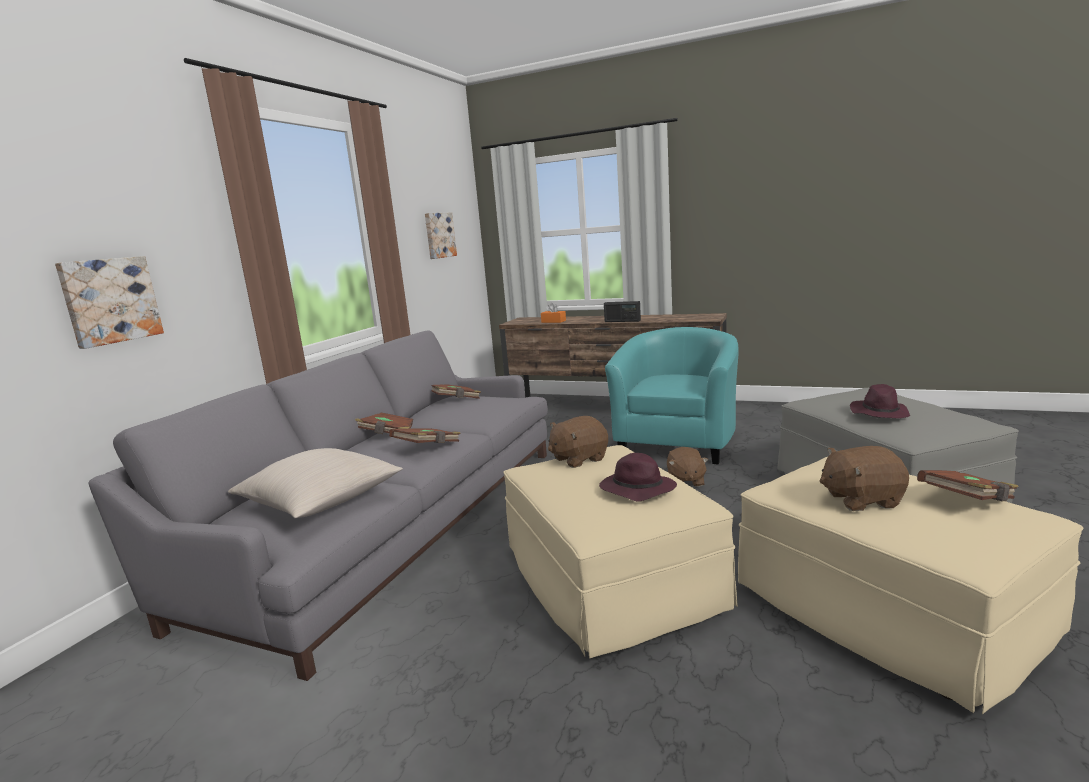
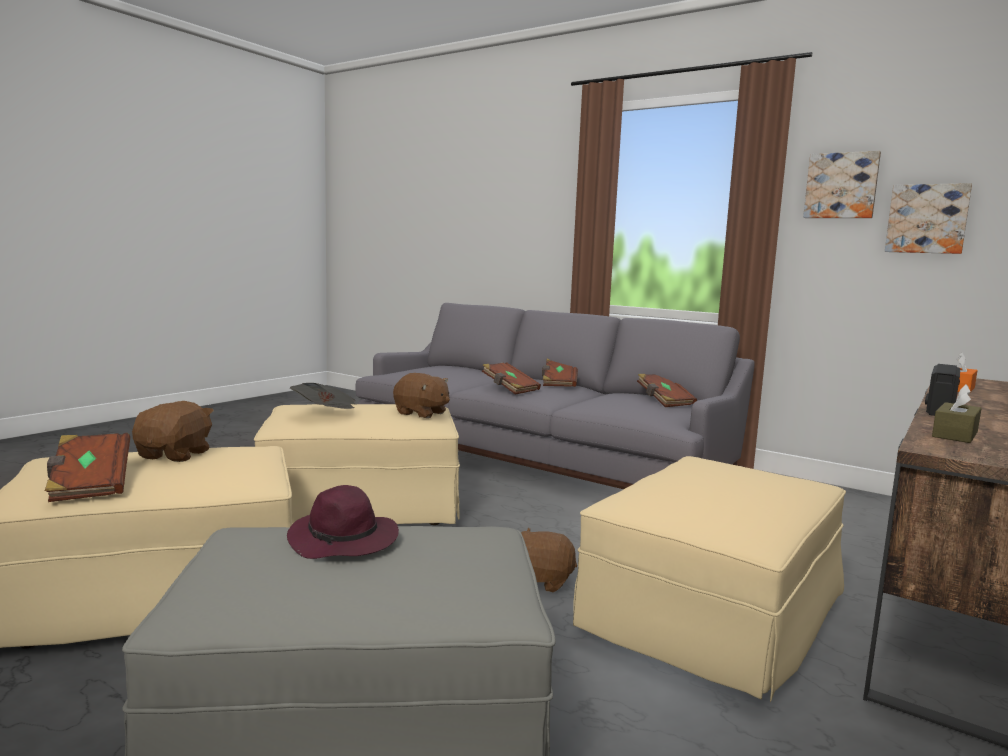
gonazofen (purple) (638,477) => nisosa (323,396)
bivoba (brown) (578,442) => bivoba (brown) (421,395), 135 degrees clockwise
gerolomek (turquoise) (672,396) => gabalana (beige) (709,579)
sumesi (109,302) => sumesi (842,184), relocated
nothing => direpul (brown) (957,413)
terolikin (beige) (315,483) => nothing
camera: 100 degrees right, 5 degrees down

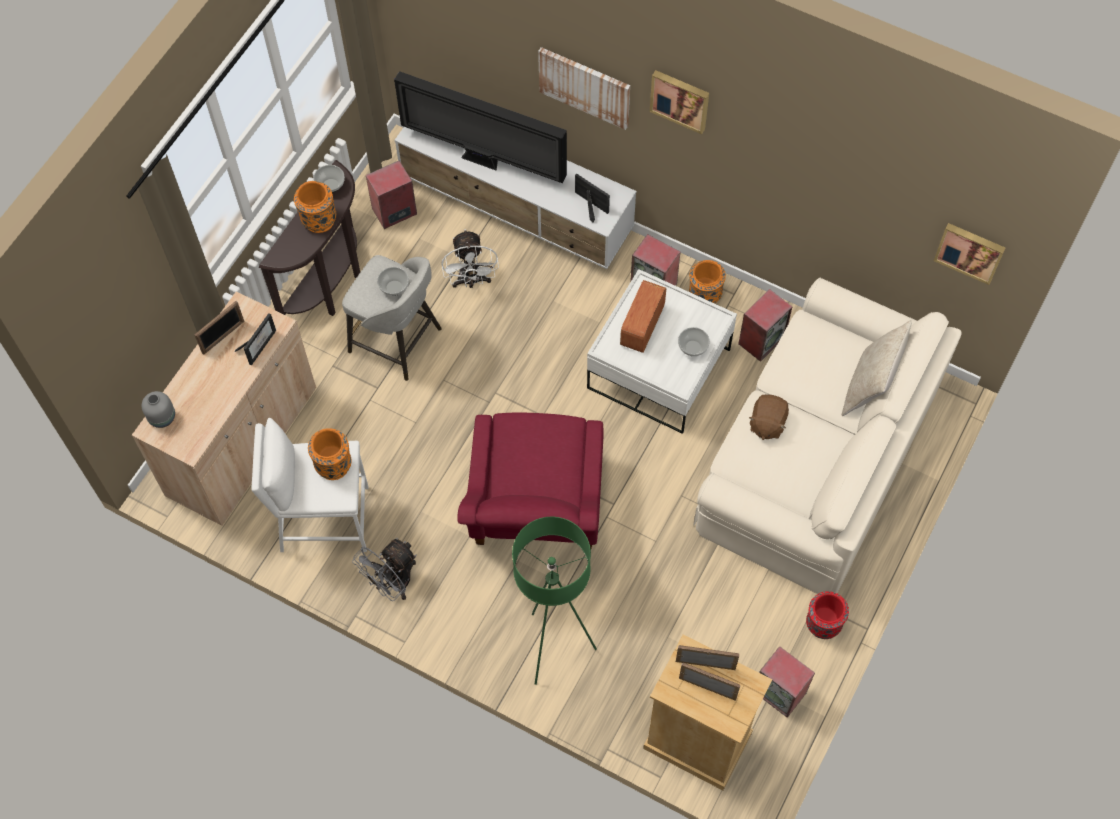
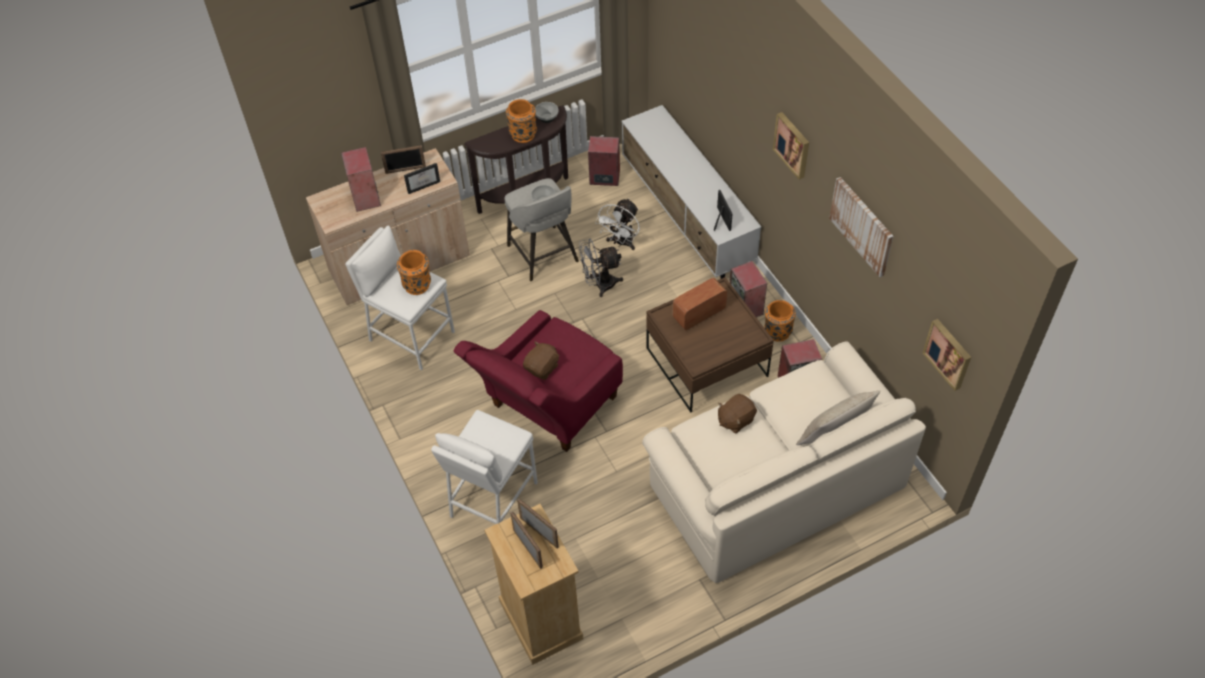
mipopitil (787,682) => mipopitil (361,179), relocated
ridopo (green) (554,601) => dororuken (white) (484,467)
nothing => bivoba (brown) (541,360)
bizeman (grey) (384,569) => bizeman (grey) (601,268), relocated
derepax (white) (662,351) => derepax (brown) (710,344)
sumesi (584,88) => sumesi (861,227), relocated
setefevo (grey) (158,409) => nothing
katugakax (480,127) => nothing
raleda (694,341) => nothing
setefevo (red) (827,615) => nothing
camera: 35 degrees right, 10 degrees down

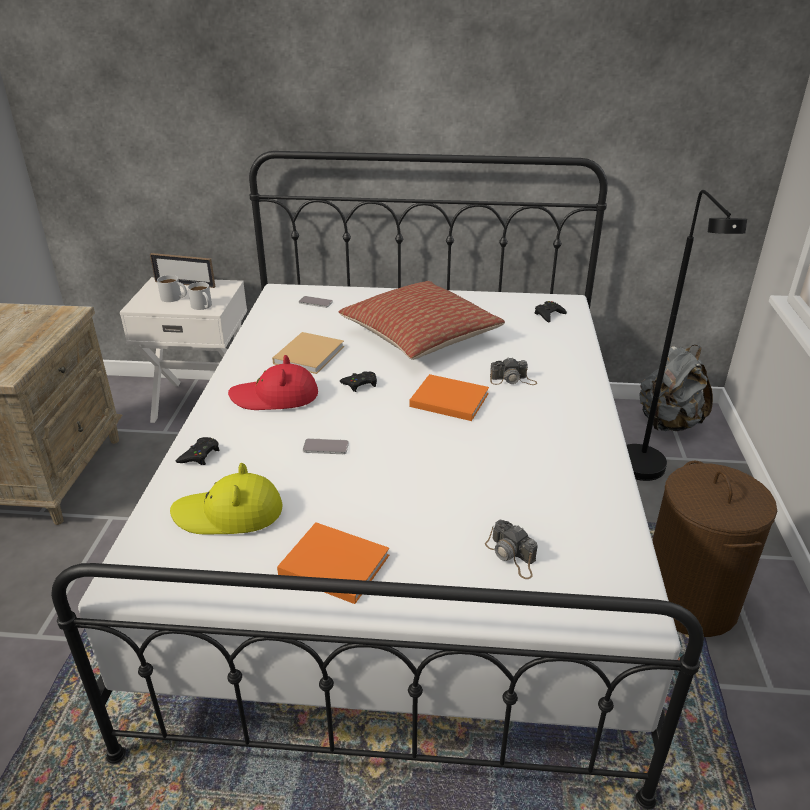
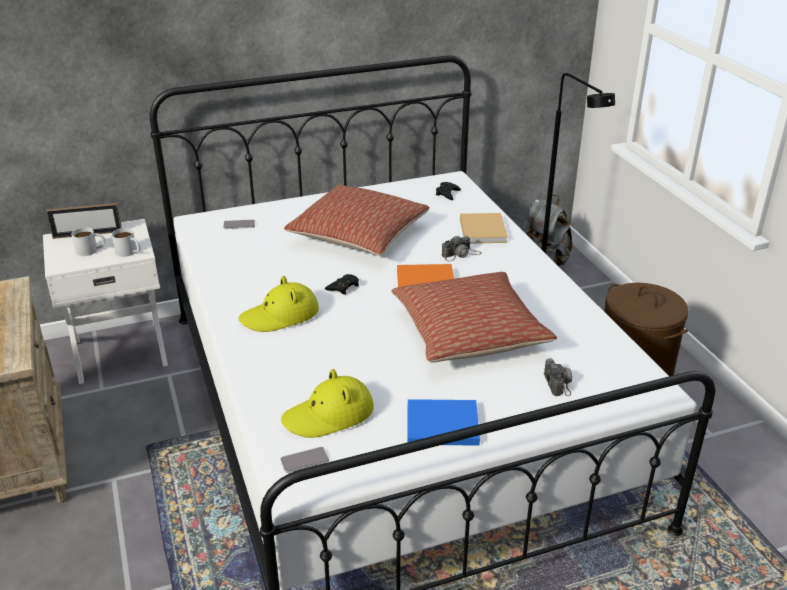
gonazofen (red) (273,382) => gonazofen (yellow) (278,304)
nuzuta (326,446) => nuzuta (304,460), relocated
nothing => terolikin (474,317)
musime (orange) (333,563) => musime (blue) (443,422)
musime (beige) (308,353) => musime (beige) (484,228), relocated
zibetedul (511,549) => zibetedul (558,377), 120 degrees counterclockwise
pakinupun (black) (198,451) => nothing
camera: 25 degrees left, 0 degrees up

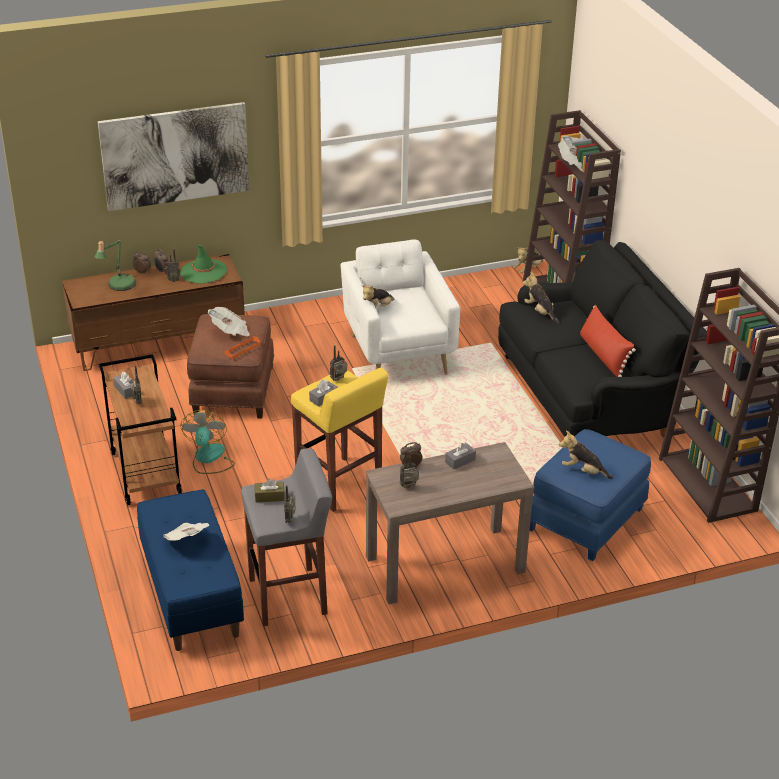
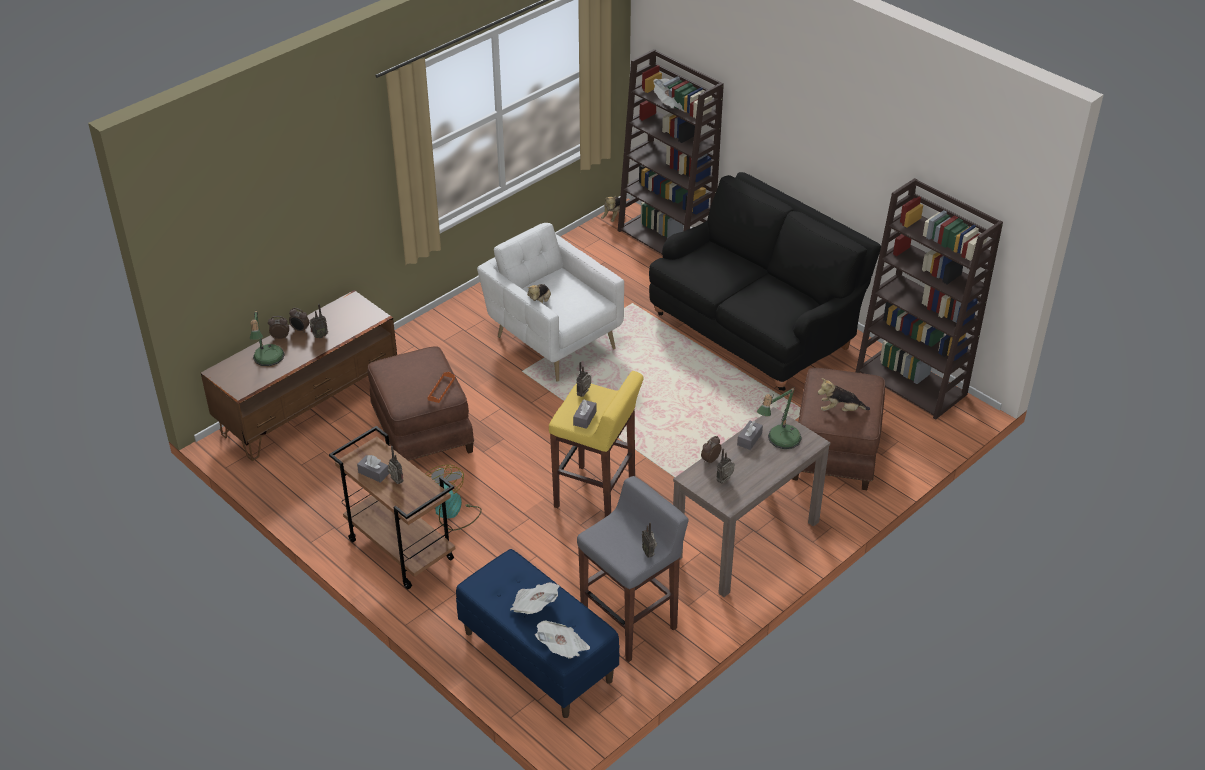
nisosa (229,321) => nisosa (562,639), relocated
nothing => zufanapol (779,418)
gabalana (blue) (590,495) => gabalana (brown) (838,429)
sumesi (173,156) => nothing
gonazofen (green) (204,264) => nothing
direpul (brown) (269,490) => nothing
bivoba (541,298) => nothing
terolikin (red) (608,341) => nothing
camera: 25 degrees left, 5 degrees up

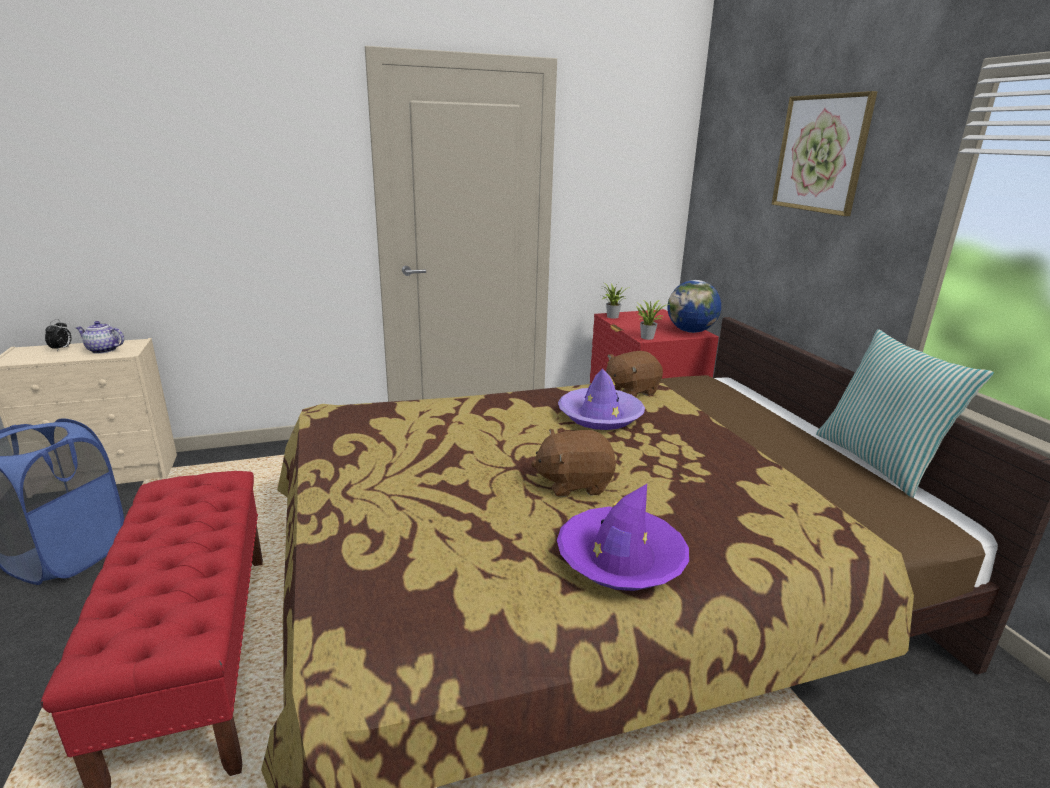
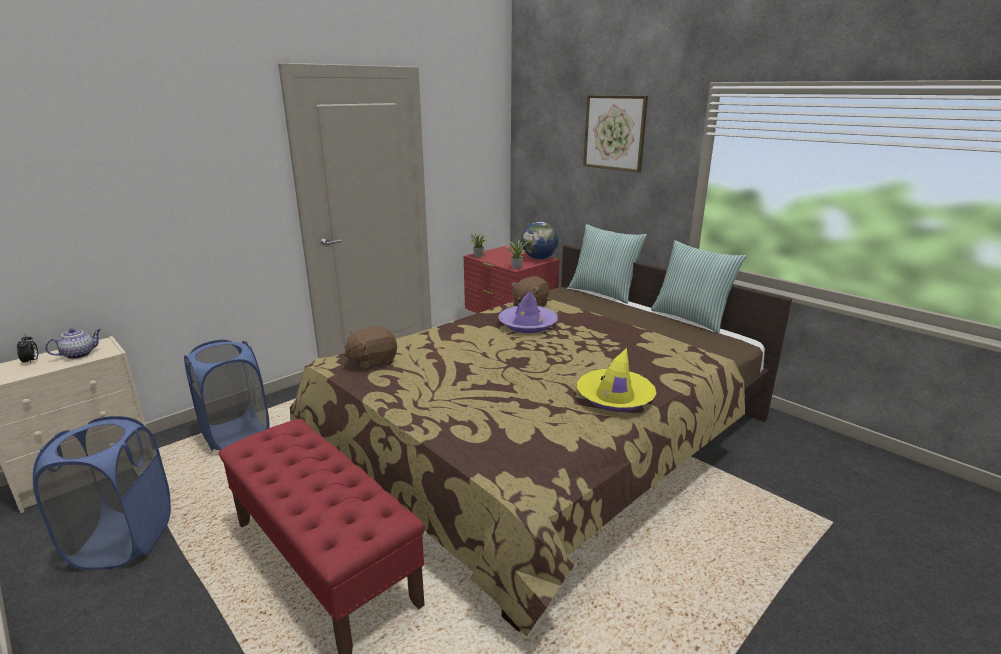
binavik (100,337) => binavik (73,343), 150 degrees clockwise
nothing => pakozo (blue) (227,395)
bivoba (brown) (573,463) => bivoba (brown) (370,348), relocated
nothing => terolikin (608,264)
gonazofen (purple) (623,537) => gonazofen (yellow) (617,380)
camera: 25 degrees left, 0 degrees up

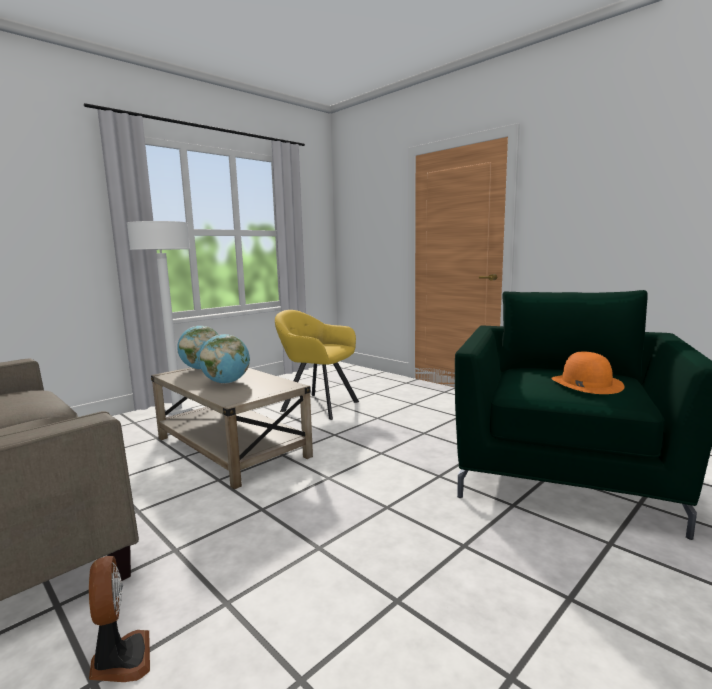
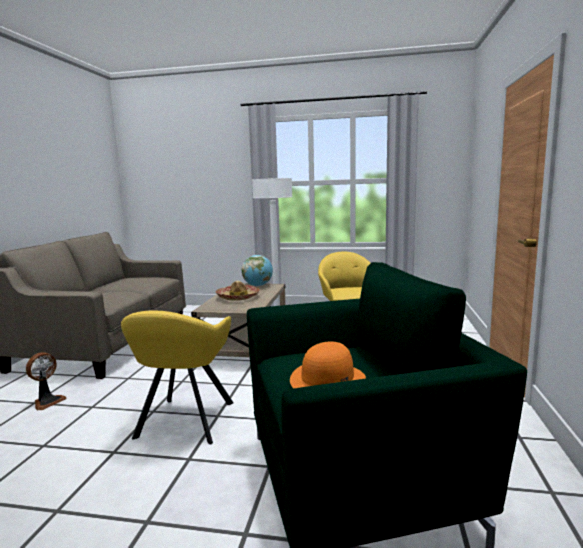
nothing => gerolomek (yellow) (177,377)
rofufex (224,359) => gonazofen (238,291)
camera: 55 degrees right, 0 degrees up

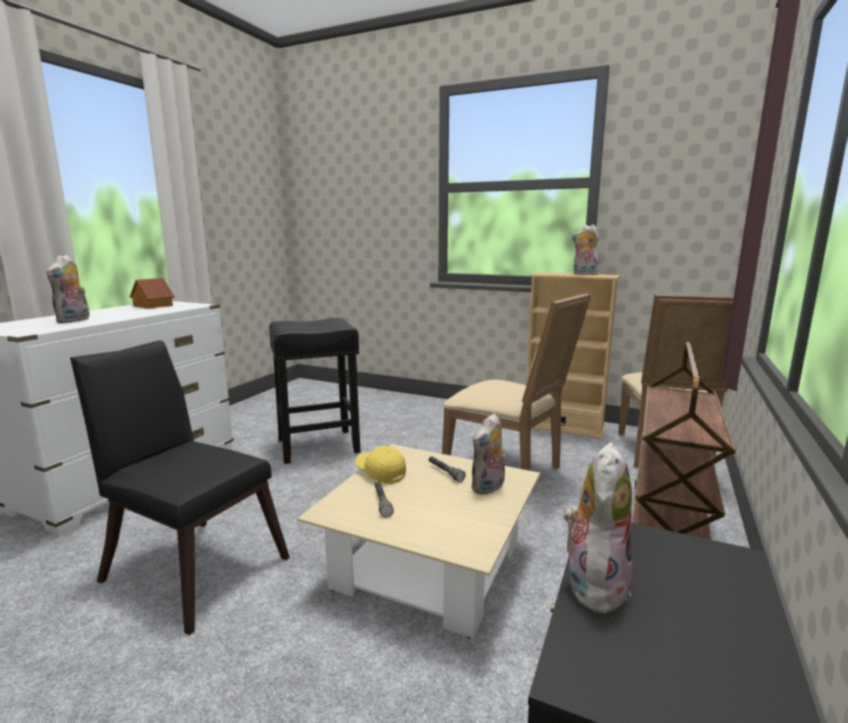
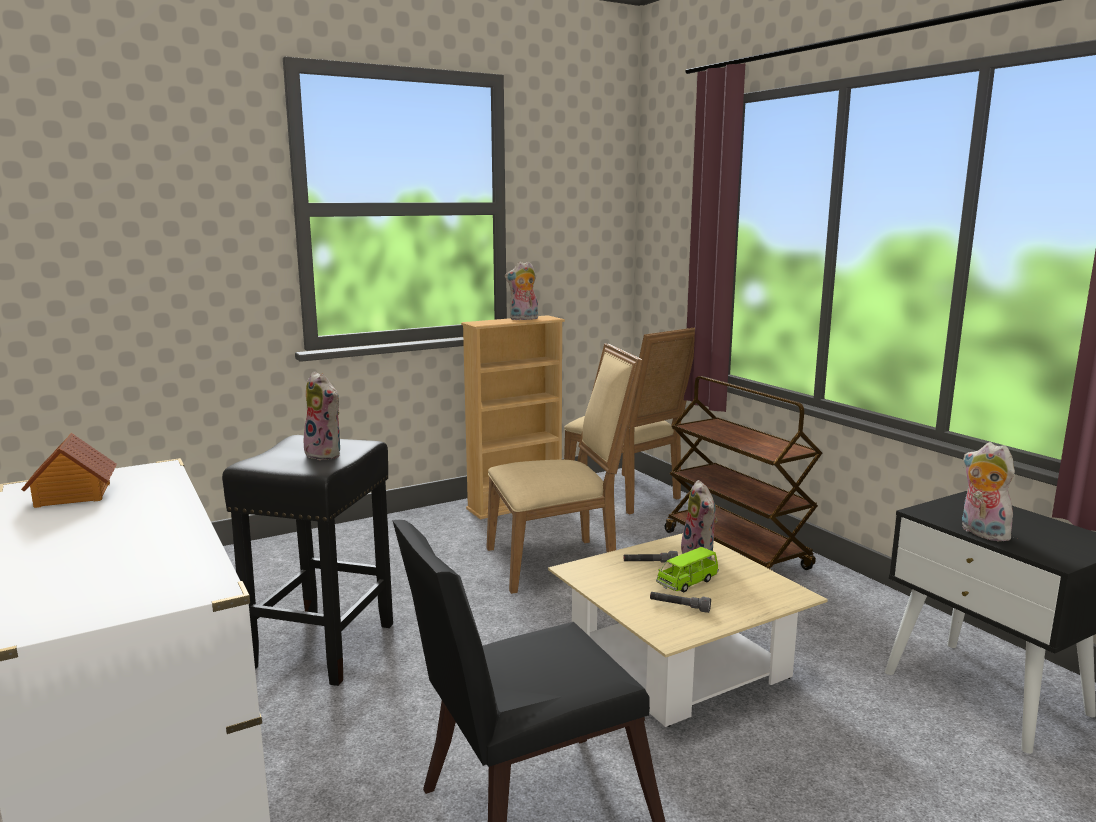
bivoba (68,288) => bivoba (322,415), relocated
nothing => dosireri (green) (687,569)
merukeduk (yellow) (380,465) => nothing
camera: 55 degrees left, 0 degrees up

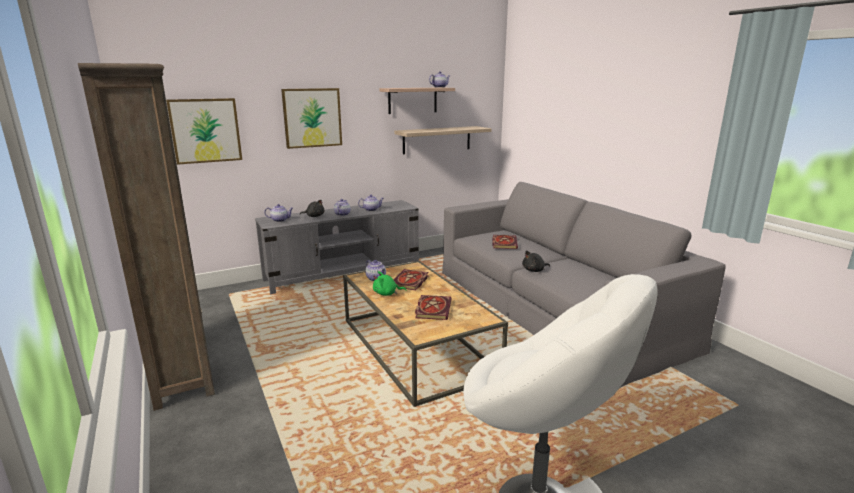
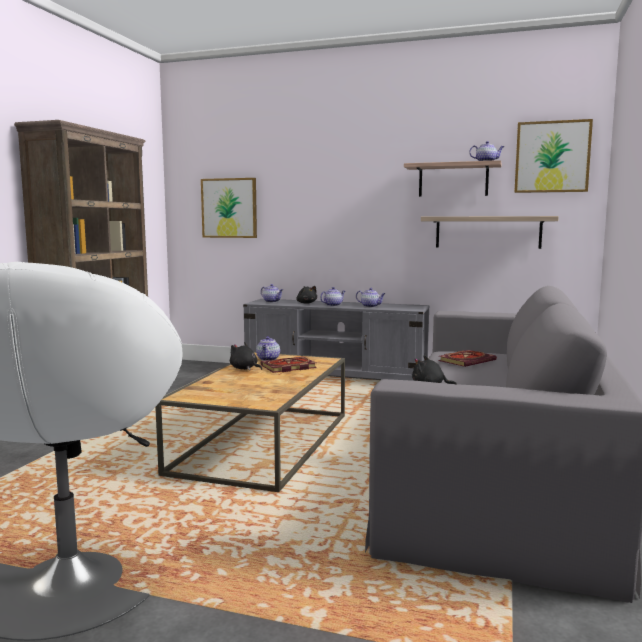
bivoba (green) (390,283) => bivoba (black) (246,356)
sumesi (311,118) => sumesi (553,156), relocated
musime (433,307) => nothing
camera: 45 degrees right, 10 degrees down

